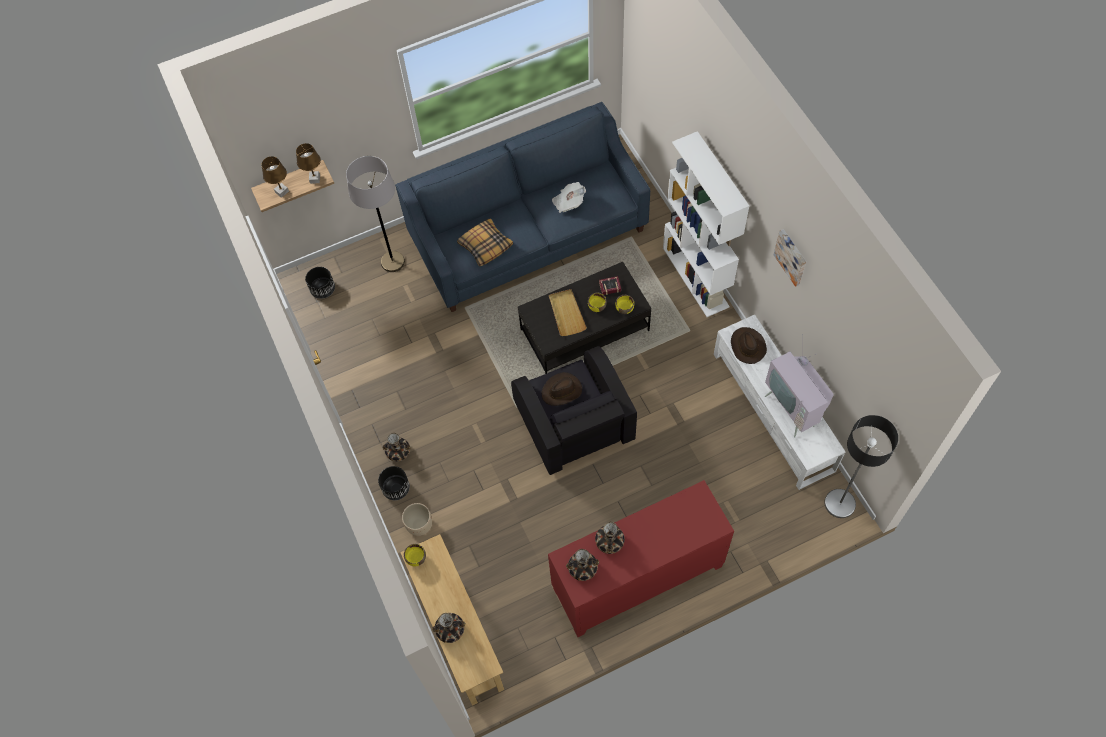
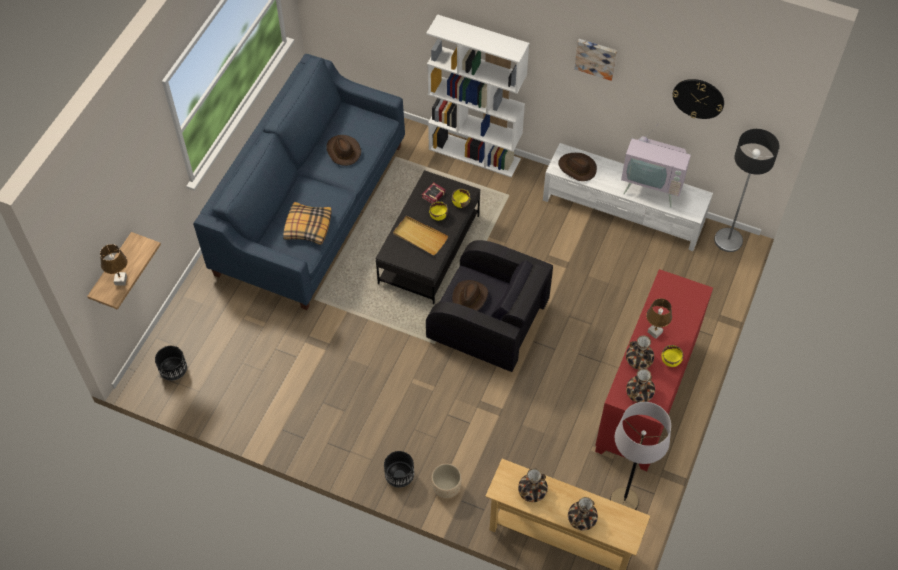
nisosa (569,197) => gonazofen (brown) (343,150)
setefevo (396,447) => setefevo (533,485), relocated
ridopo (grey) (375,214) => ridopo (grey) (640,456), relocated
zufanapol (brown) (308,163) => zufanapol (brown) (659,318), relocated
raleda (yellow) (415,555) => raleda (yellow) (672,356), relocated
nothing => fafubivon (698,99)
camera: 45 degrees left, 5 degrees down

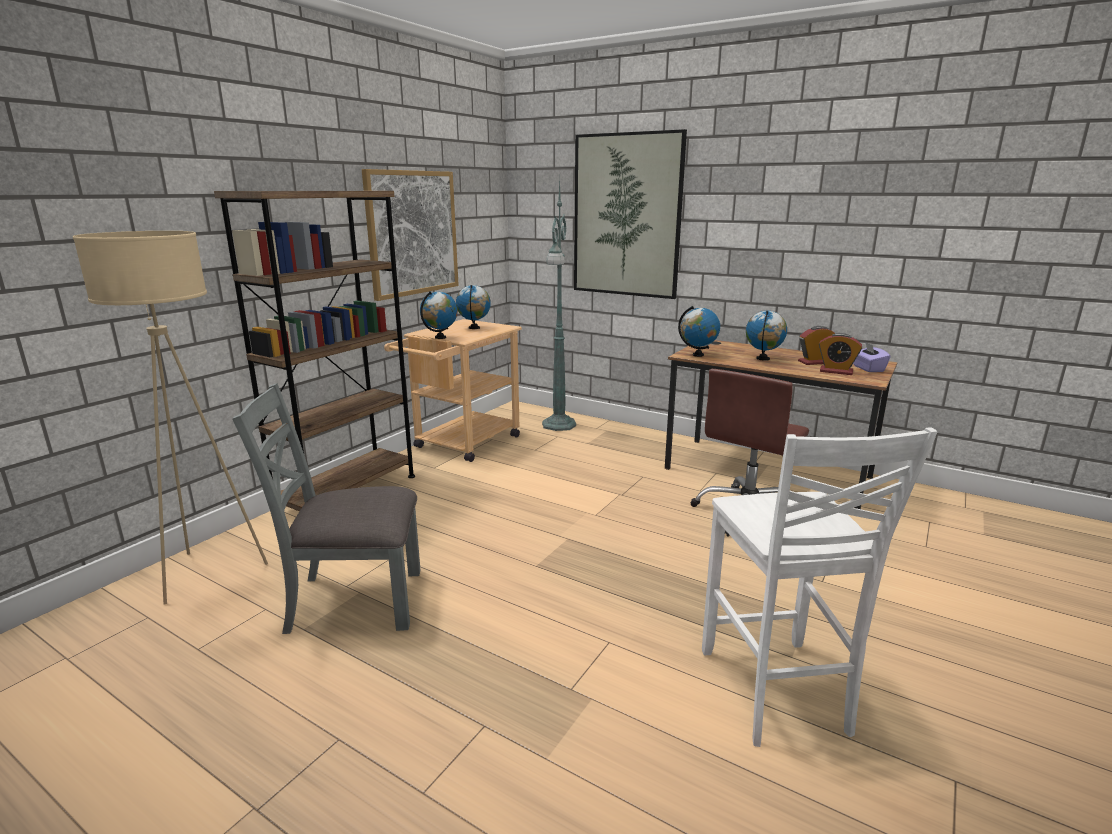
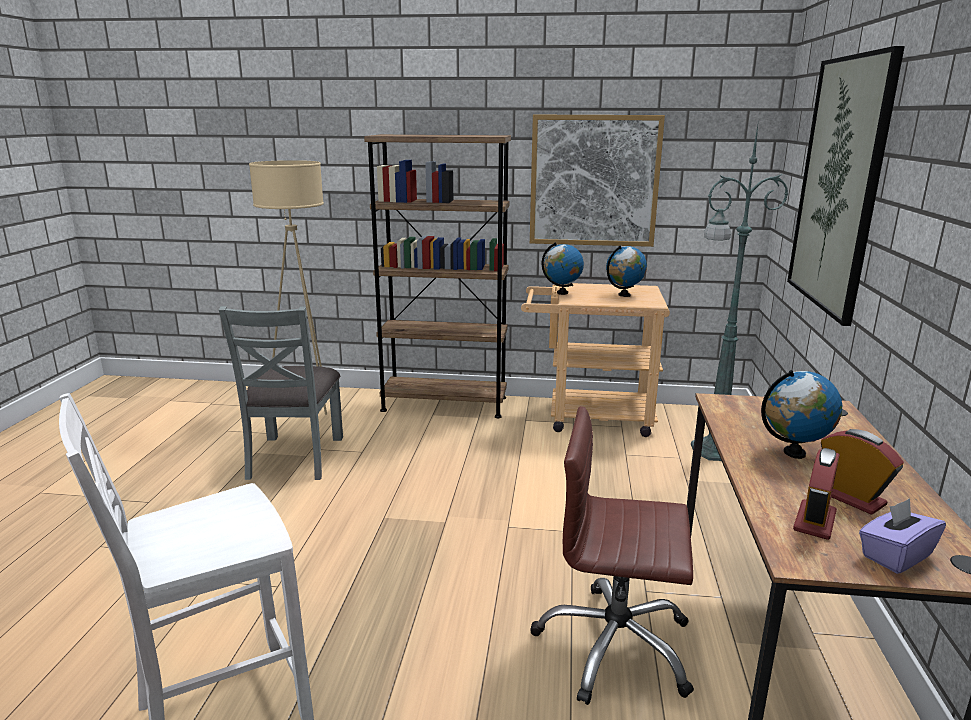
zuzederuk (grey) (326,508) => zuzederuk (grey) (281,393), 150 degrees counterclockwise
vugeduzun (840,354) => vugeduzun (816,494), 150 degrees counterclockwise
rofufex (699,331) => nothing
camera: 65 degrees right, 0 degrees up

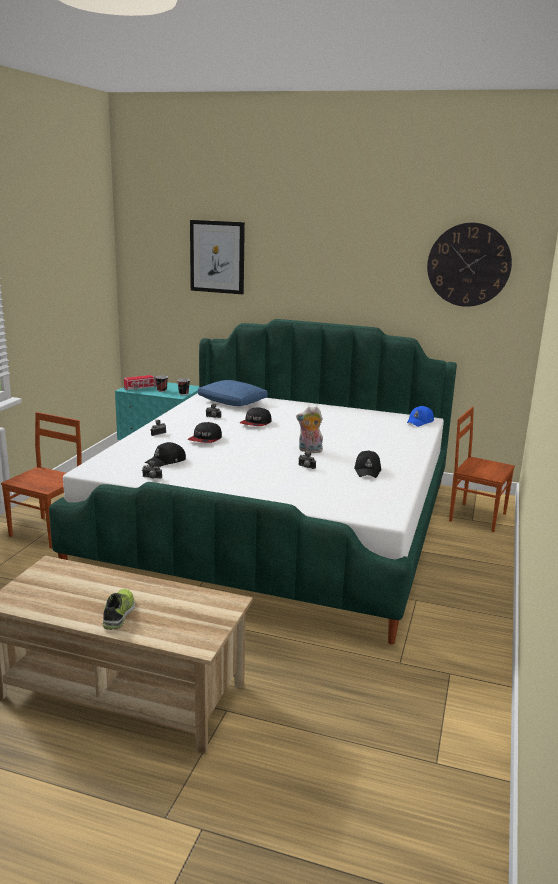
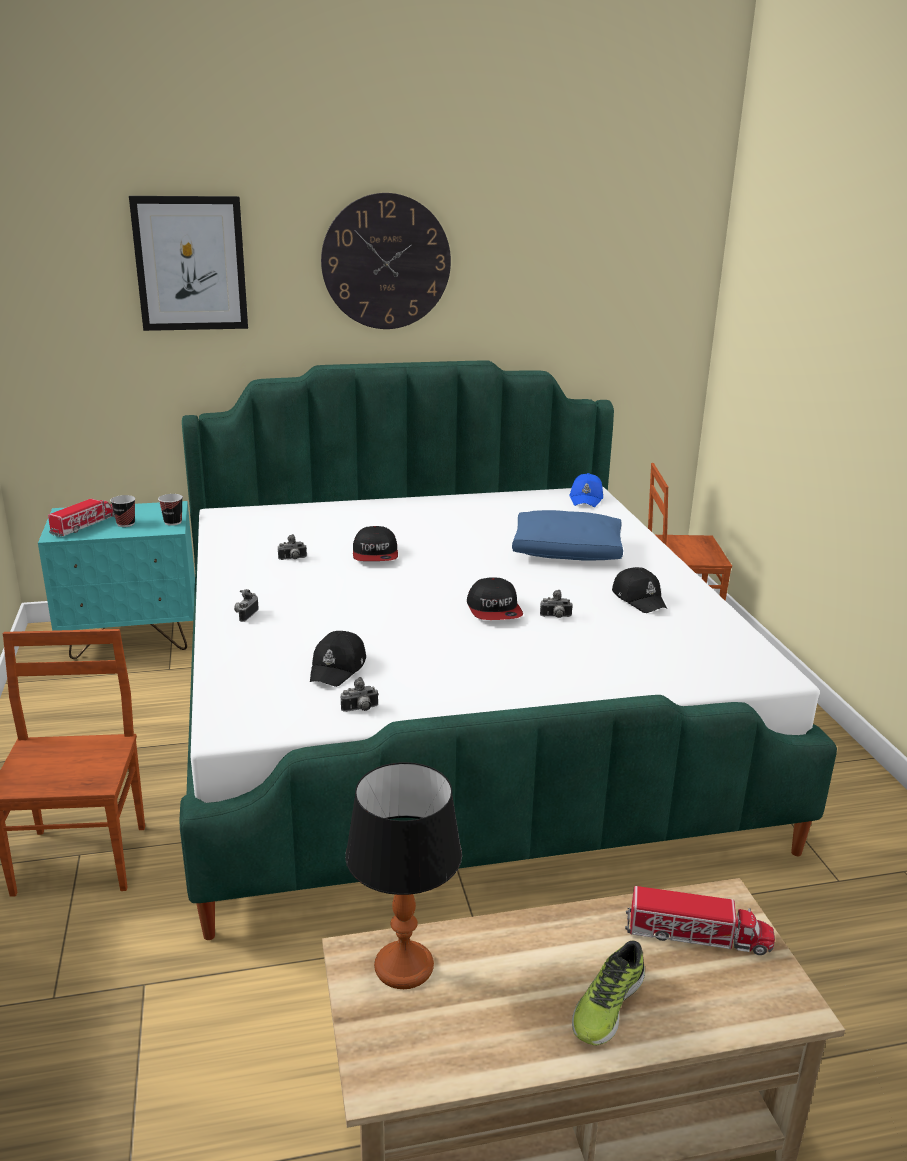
fafubivon (469,265) => fafubivon (386,261), relocated
nothing => zufanapol (403,875)
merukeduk (205,432) => merukeduk (495,598), relocated
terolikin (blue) (233,393) => terolikin (blue) (567,535), relocated
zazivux (119,609) => zazivux (608,993), 120 degrees counterclockwise
nothing => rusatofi (700,920)
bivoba (309,430) => nothing
camera: 30 degrees left, 5 degrees up

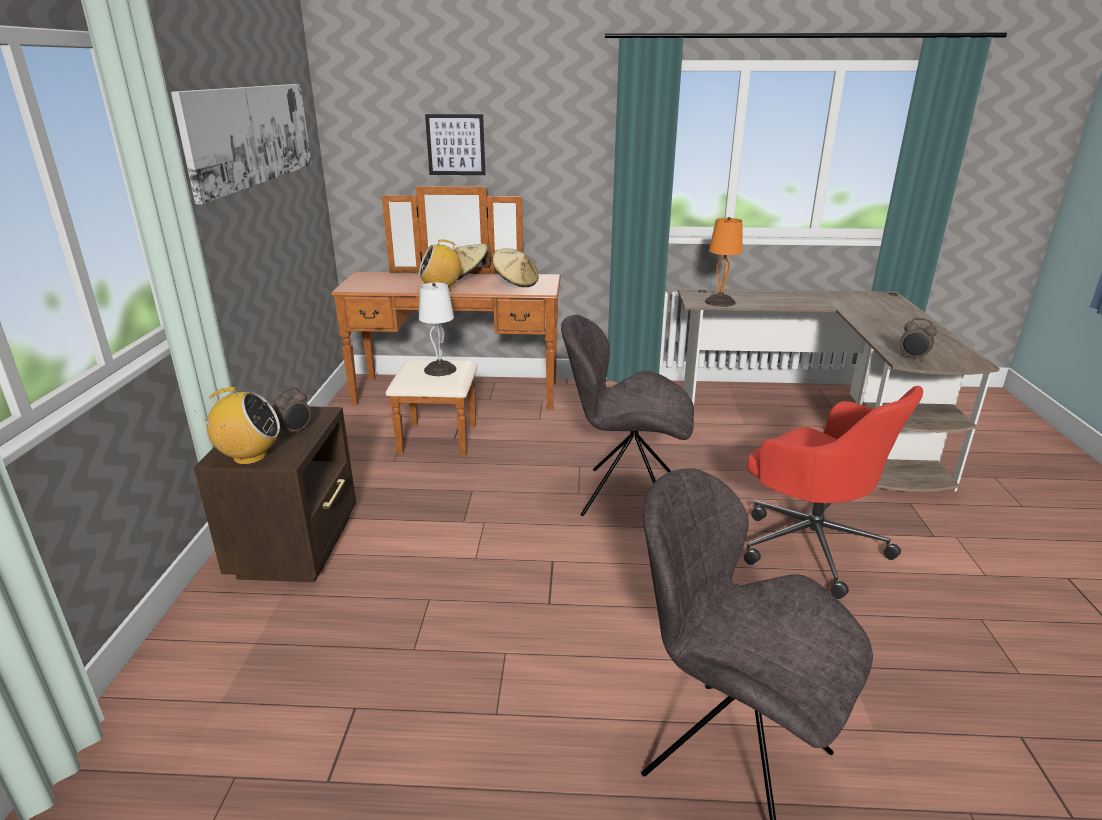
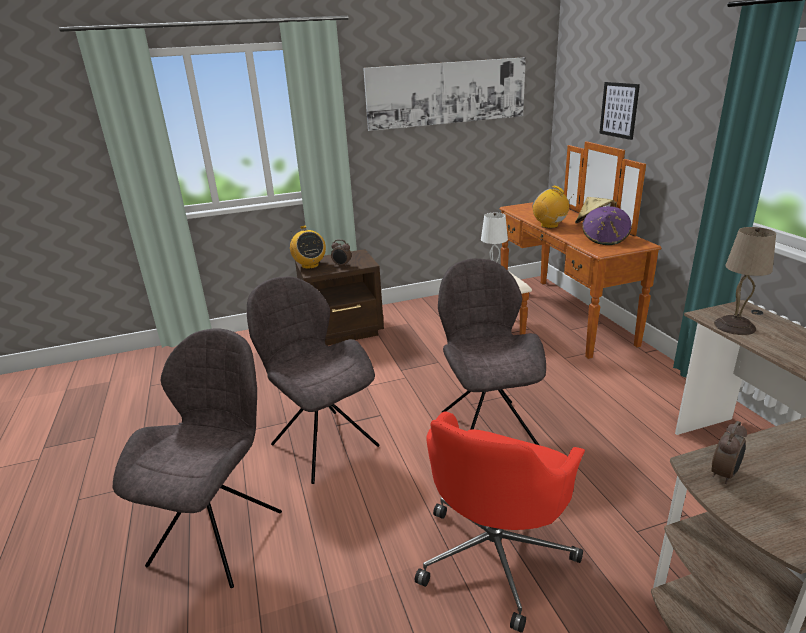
nothing => zuzederuk (grey) (313,380)
gonazofen (beige) (515,267) => gonazofen (purple) (607,225)
vugeduzun (918,339) => vugeduzun (729,452), 150 degrees counterclockwise
zufanapol (orange) (724,262) => zufanapol (beige) (745,281)
camera: 70 degrees right, 0 degrees up

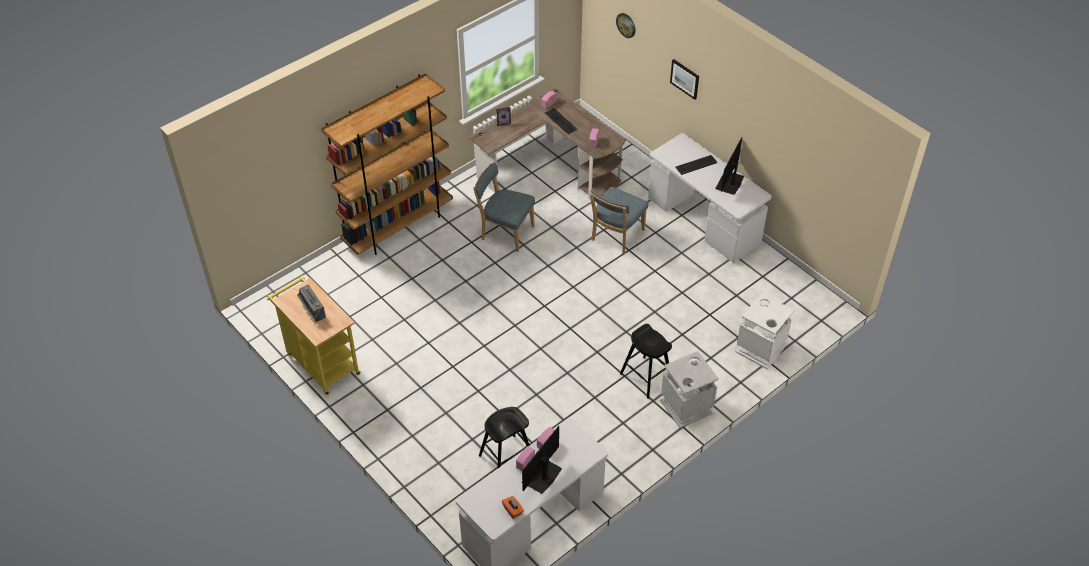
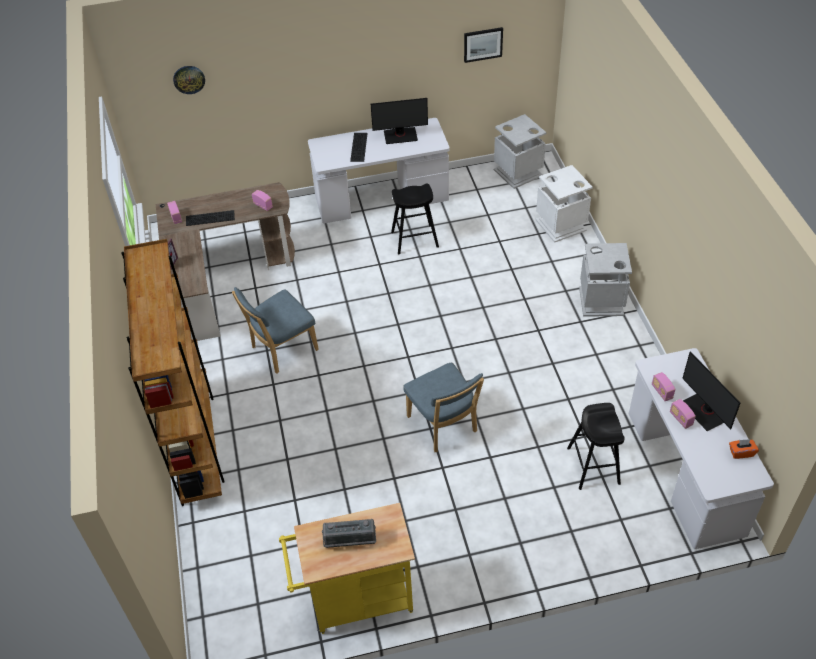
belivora (729,166) => belivora (399,121), 60 degrees counterclockwise
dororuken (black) (646,361) => dororuken (black) (415,219), relocated
zuzederuk (blue) (619,220) => zuzederuk (blue) (444,407), relocated
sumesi (684,79) => sumesi (483,45), relocated
nothing => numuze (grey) (520,151)
camera: 60 degrees left, 0 degrees up

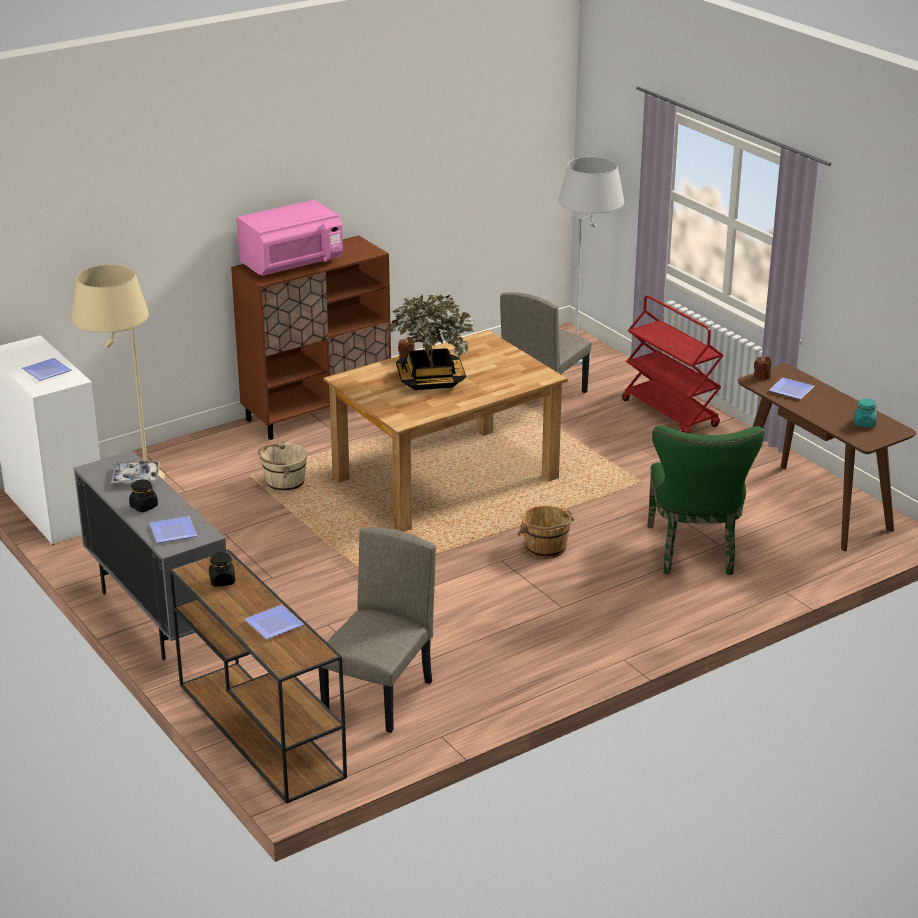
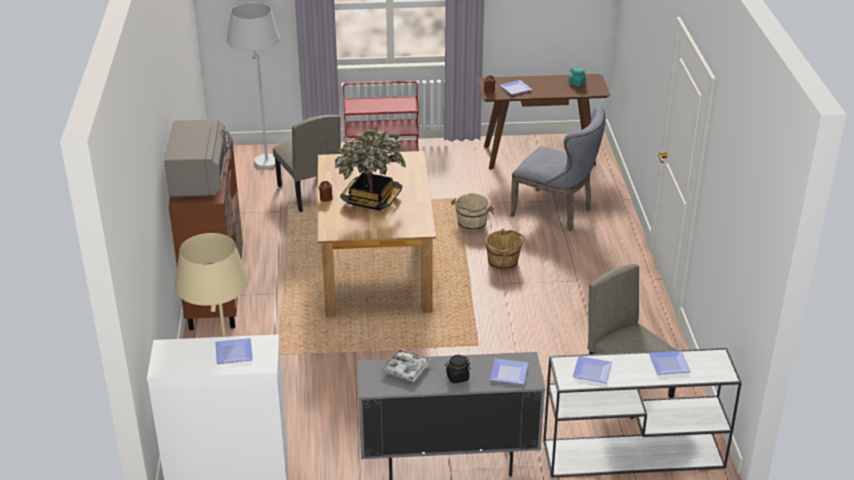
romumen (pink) (290,238) => romumen (grey) (198,158)
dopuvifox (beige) (282,467) => dopuvifox (beige) (472,212), relocated
zuzederuk (green) (705,500) => zuzederuk (grey) (558,168)
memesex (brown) (258,676) => memesex (white) (642,413)
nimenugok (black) (222,569) => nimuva (592,369)
camera: 60 degrees left, 5 degrees up

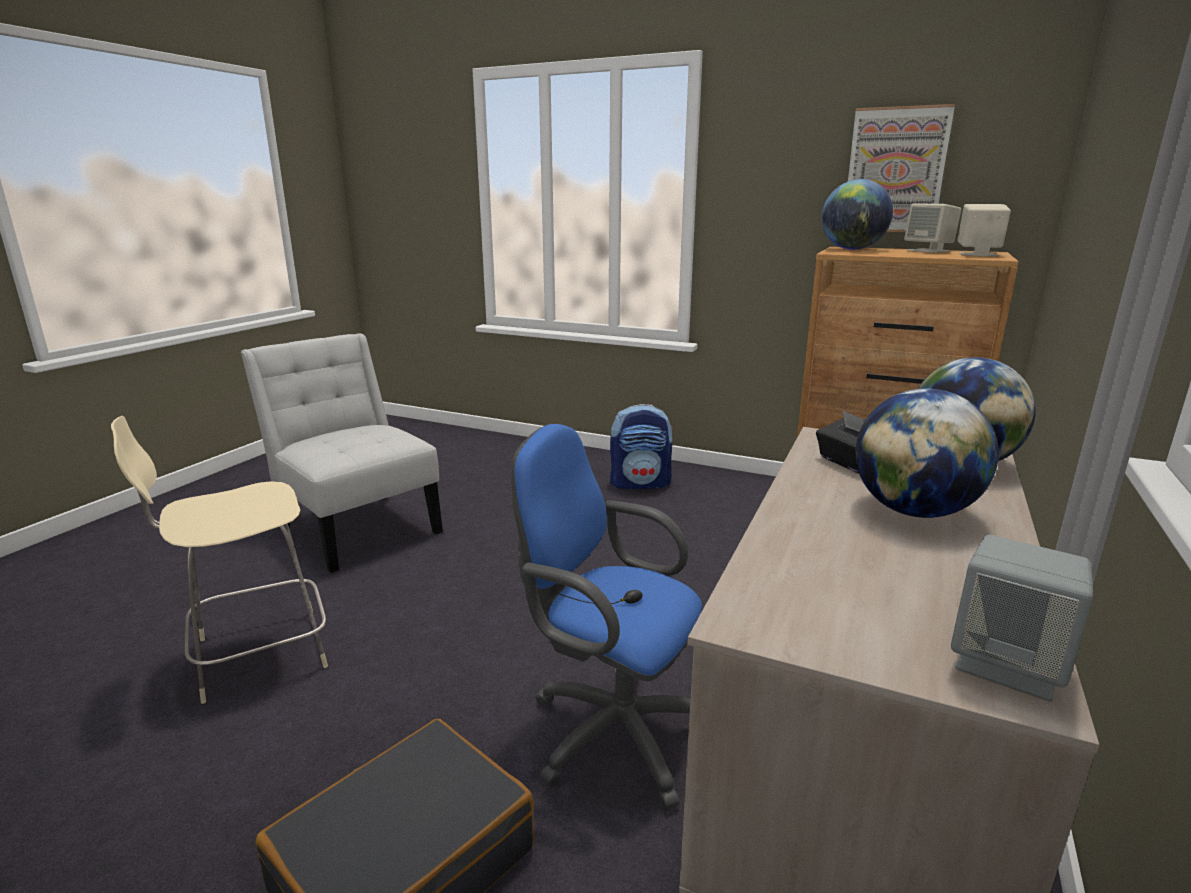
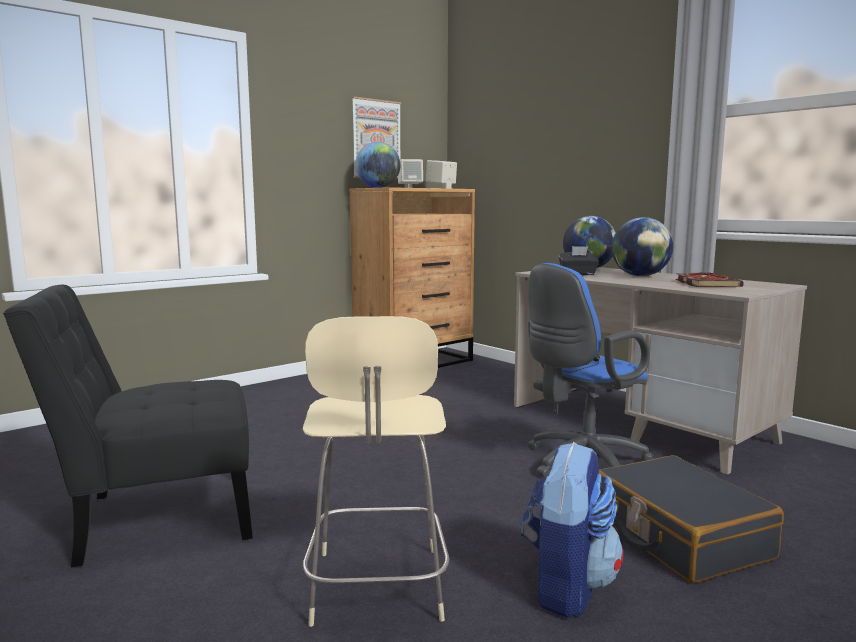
zuzederuk (white) (342,453) => zuzederuk (black) (128,426)
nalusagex (641,446) => nalusagex (572,530), relocated
nothing => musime (710,280)
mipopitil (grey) (1022,618) => nothing
camera: 65 degrees left, 10 degrees down

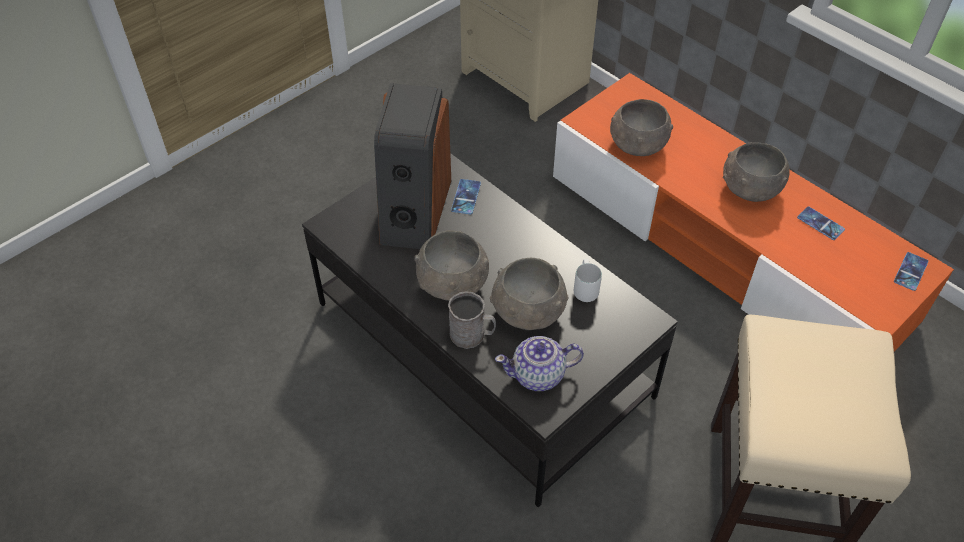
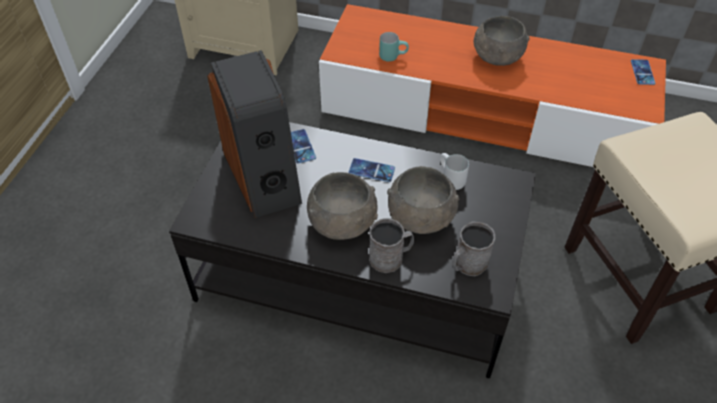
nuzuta (821,223) => nuzuta (372,170), relocated
raleda (grey) (641,127) => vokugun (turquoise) (394,47)
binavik (539,363) => vokugun (grey) (473,248)
camera: 30 degrees left, 0 degrees up

